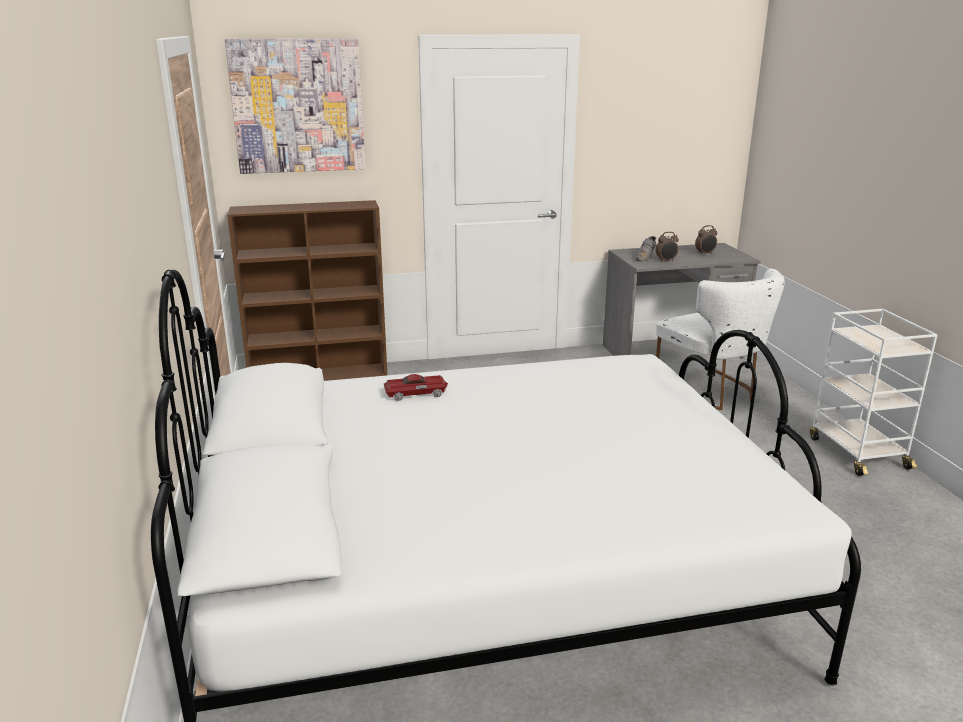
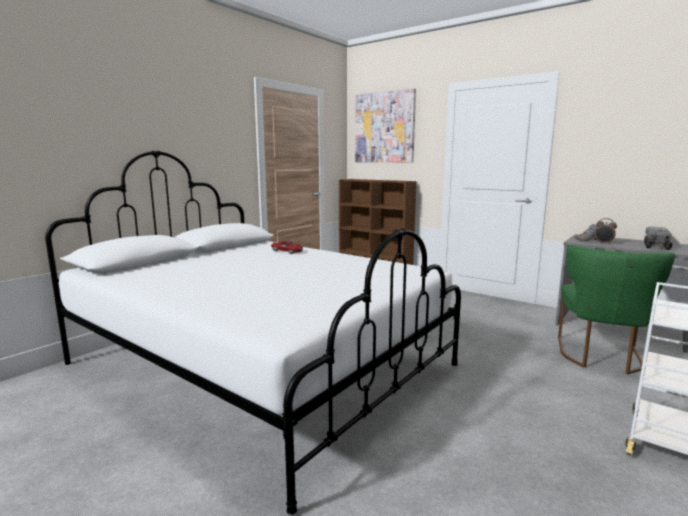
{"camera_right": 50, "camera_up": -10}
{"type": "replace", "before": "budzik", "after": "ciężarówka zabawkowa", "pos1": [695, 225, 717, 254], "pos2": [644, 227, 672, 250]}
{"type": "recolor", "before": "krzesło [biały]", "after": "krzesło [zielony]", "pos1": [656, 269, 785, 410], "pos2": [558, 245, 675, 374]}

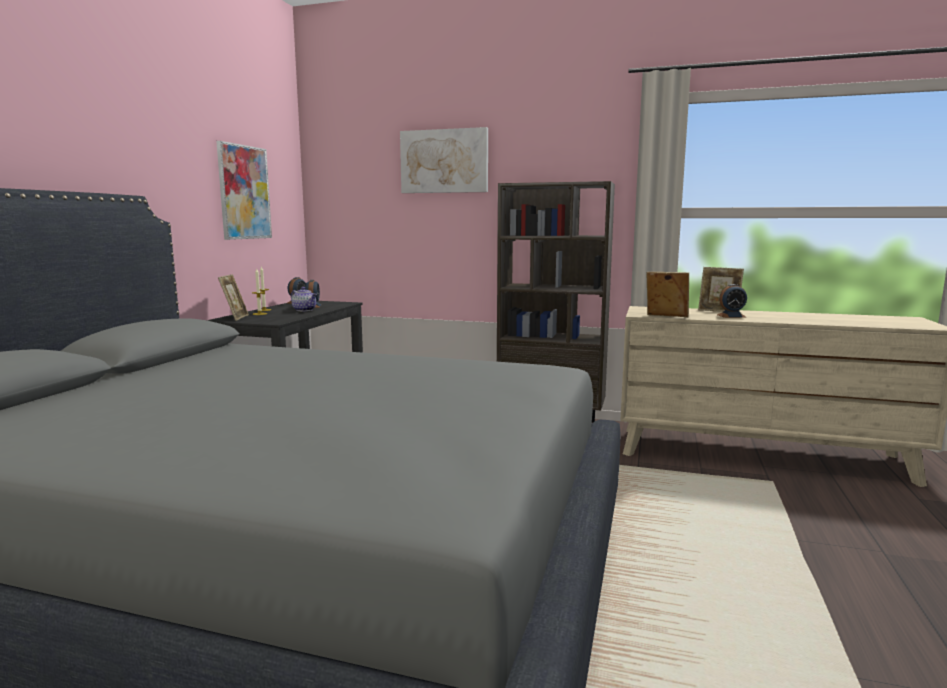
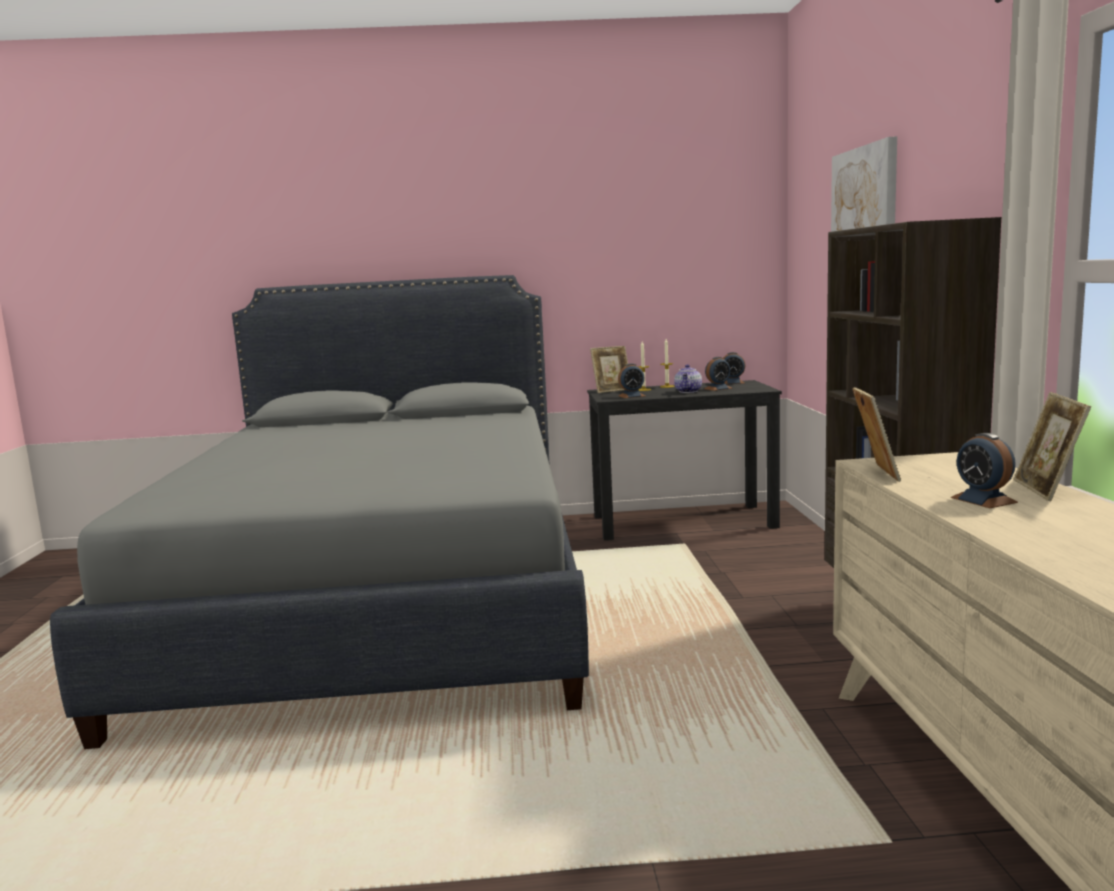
{"camera_right": 70, "camera_up": 0}
{"type": "delete", "before": "obraz", "pos1": [216, 141, 272, 240]}
{"type": "insert", "after": "budzik", "pos2": [618, 363, 645, 398]}

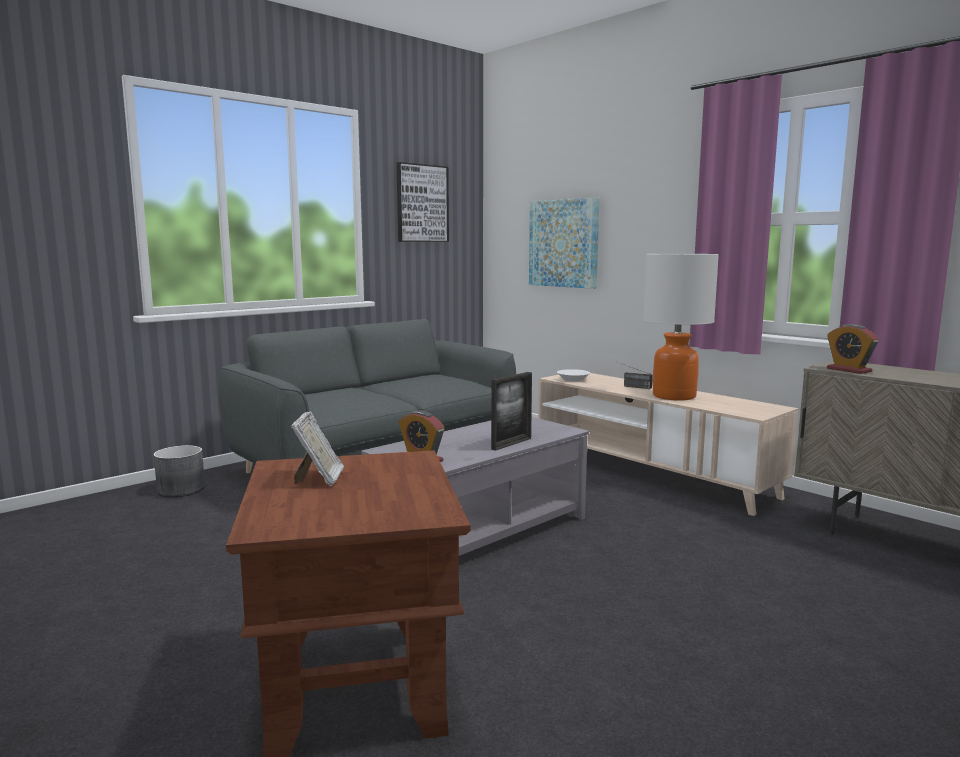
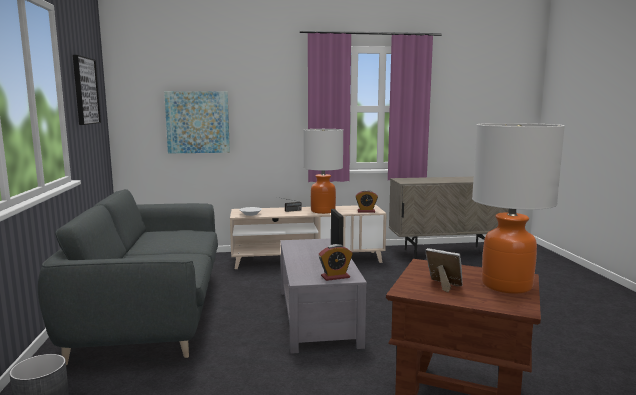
{"camera_right": -55, "camera_up": 0}
{"type": "move", "before": "budzik", "pos1": [827, 324, 879, 374], "pos2": [355, 190, 378, 213]}
{"type": "insert", "after": "lampa stołowa", "pos2": [472, 123, 565, 294]}

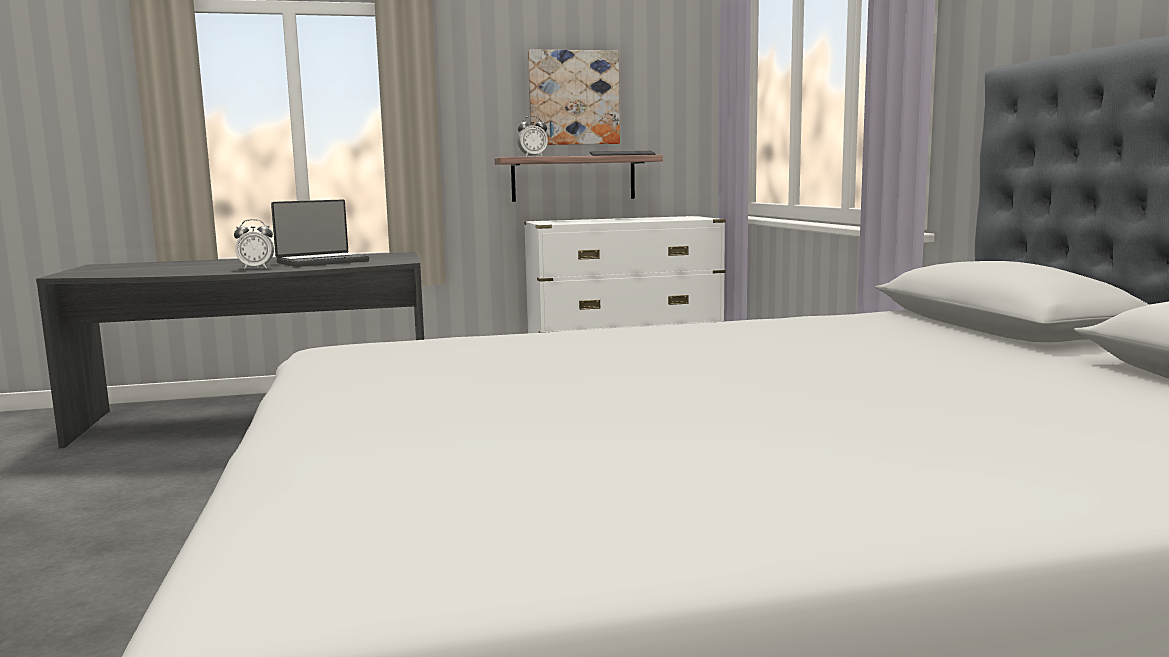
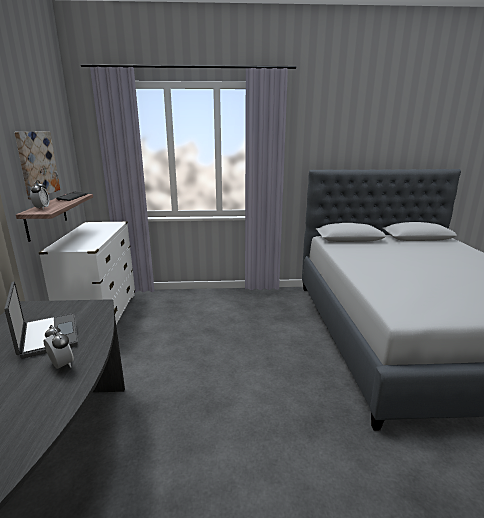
{"camera_right": -80, "camera_up": 10}
{"type": "rotate", "before": "budzik", "pos1": [234, 219, 274, 269], "pos2": [44, 325, 74, 369], "turn": -45}

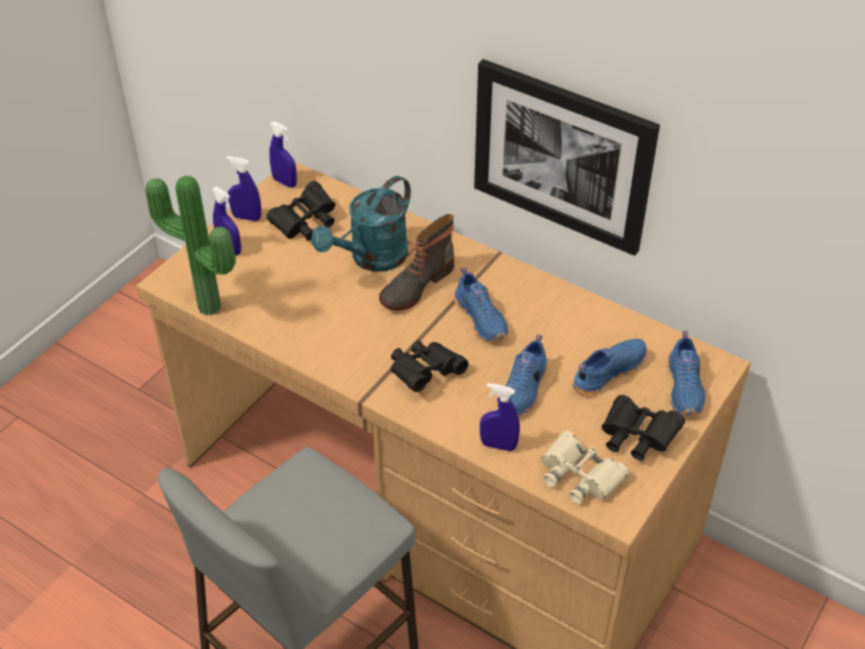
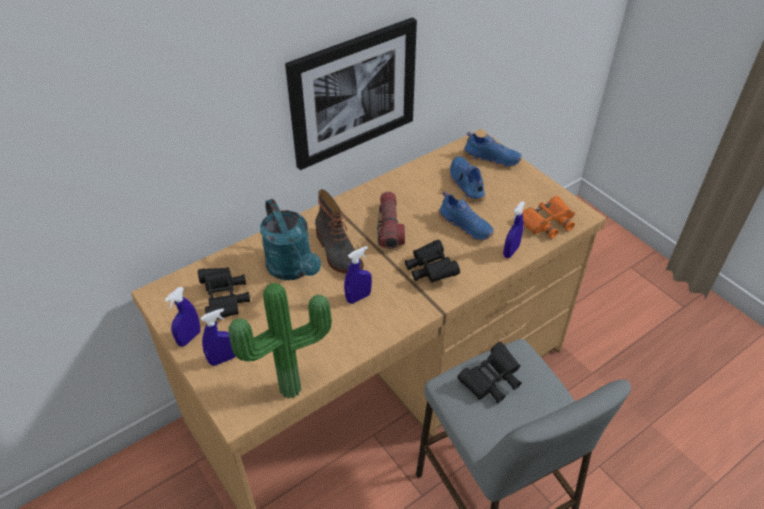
{"camera_right": -70, "camera_up": 0}
{"type": "move", "before": "spryskiwacz [niebieski]", "pos1": [269, 121, 297, 188], "pos2": [344, 246, 372, 304]}
{"type": "replace", "before": "but [niebieski]", "after": "latarka", "pos1": [454, 267, 508, 342], "pos2": [377, 191, 405, 249]}
{"type": "move", "before": "lornetka [czarny]", "pos1": [602, 395, 685, 461], "pos2": [457, 342, 522, 403]}
{"type": "recolor", "before": "lornetka [beżowy]", "after": "lornetka [pomarańczowy]", "pos1": [541, 430, 630, 504], "pos2": [522, 196, 575, 239]}

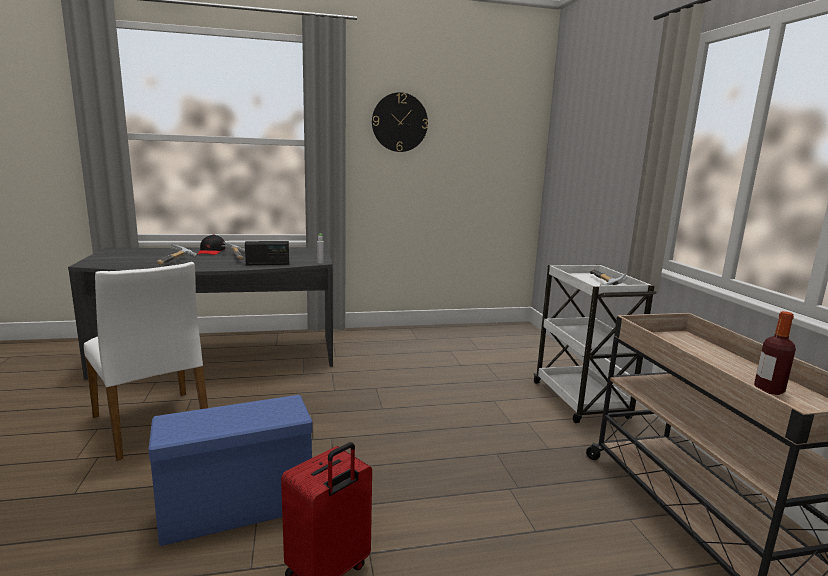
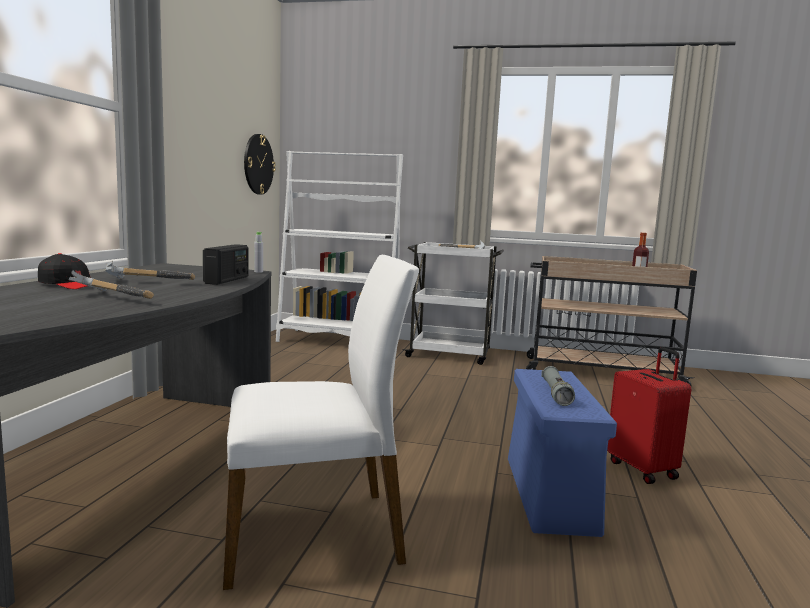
{"camera_right": -65, "camera_up": -5}
{"type": "move", "before": "zegar ścienny", "pos1": [372, 92, 428, 152], "pos2": [244, 134, 275, 195]}
{"type": "insert", "after": "regał [biały]", "pos2": [276, 151, 403, 342]}
{"type": "insert", "after": "latarka [szary]", "pos2": [541, 366, 575, 406]}

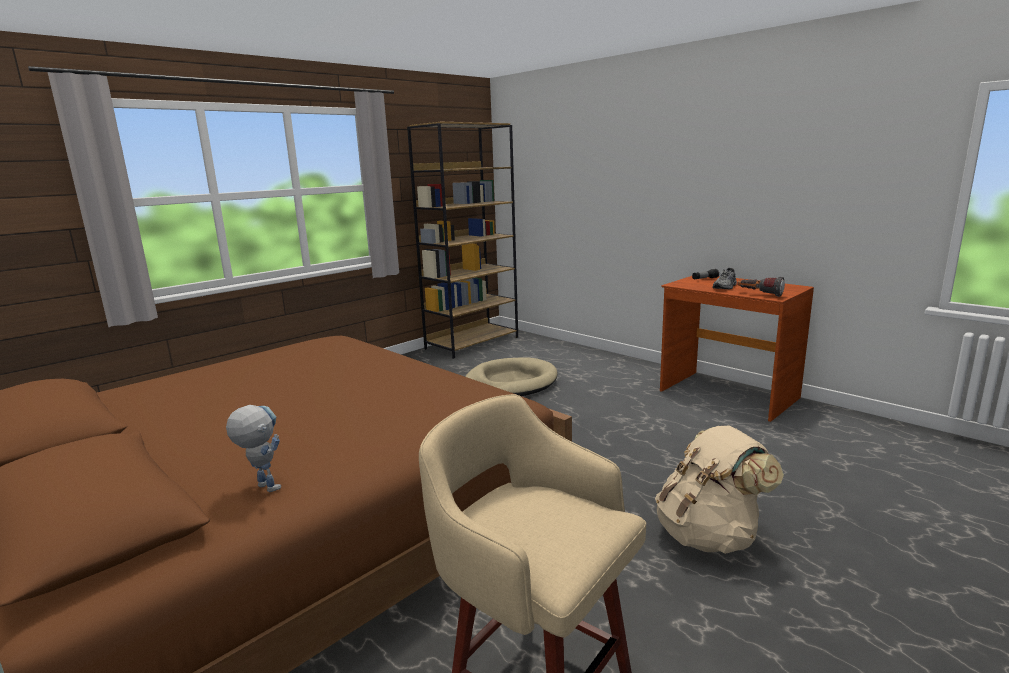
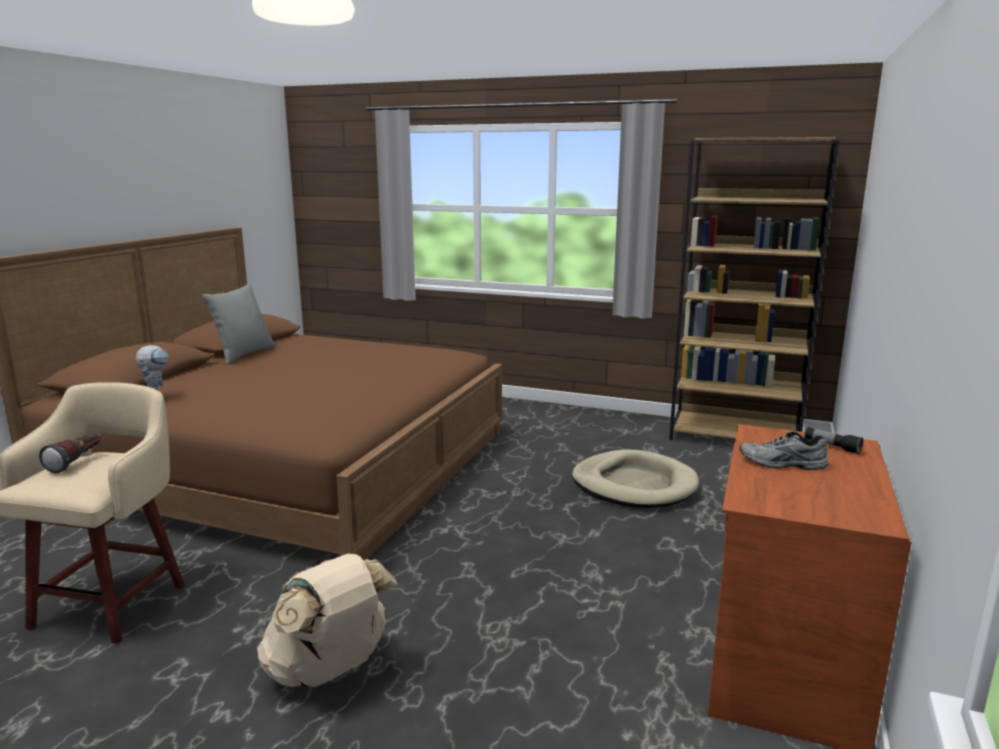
{"camera_right": 65, "camera_up": 0}
{"type": "move", "before": "latarka", "pos1": [738, 277, 785, 297], "pos2": [39, 433, 102, 473]}
{"type": "insert", "after": "poduszka [szary]", "pos2": [202, 284, 275, 365]}

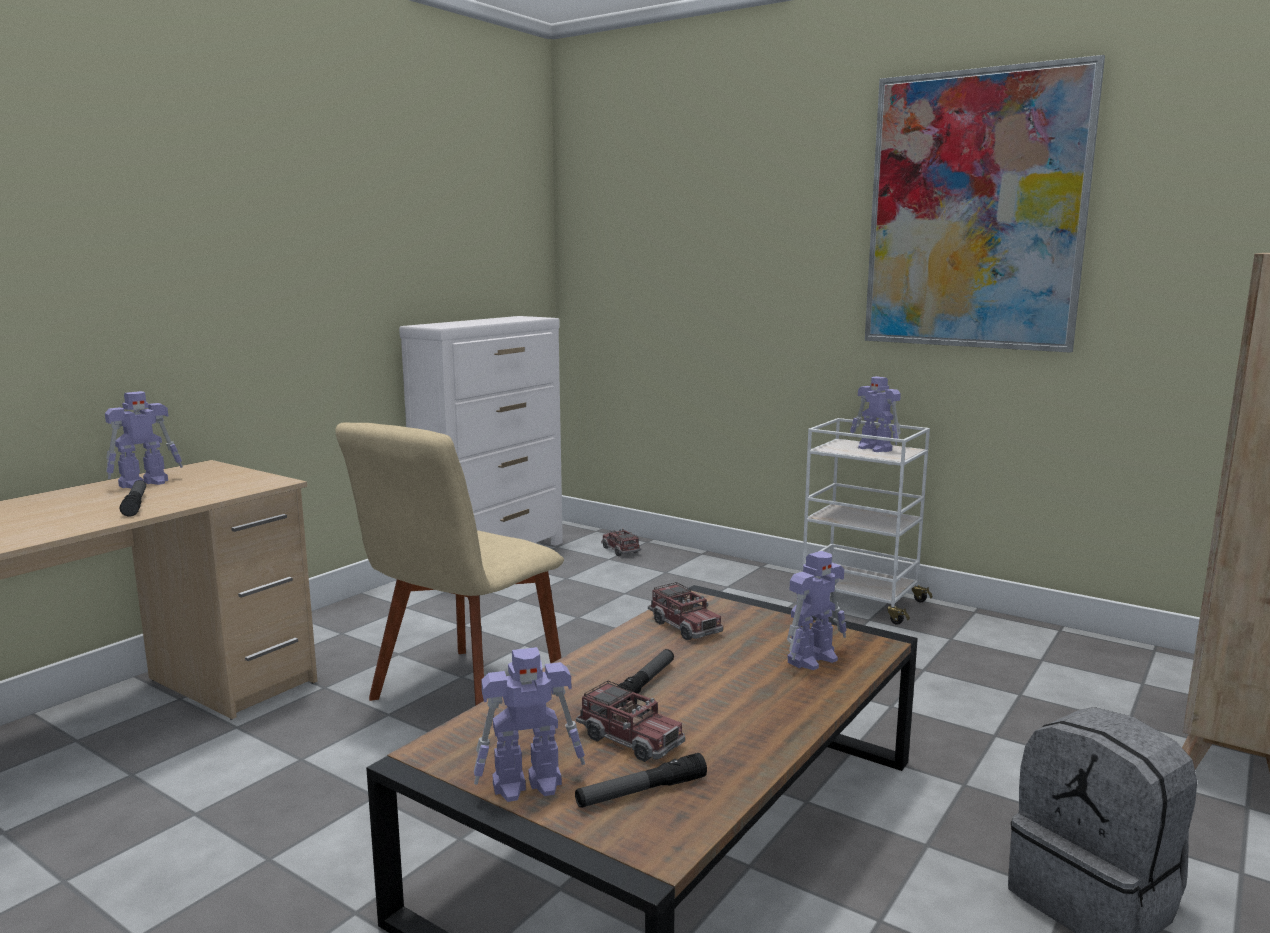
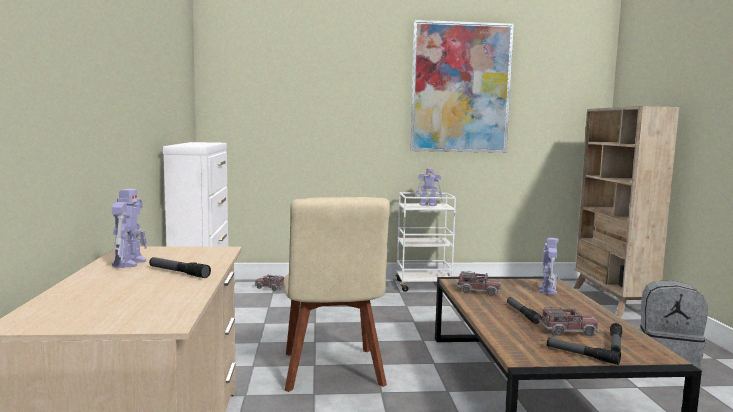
{"camera_right": -40, "camera_up": -5}
{"type": "replace", "before": "robot zabawkowy", "after": "latarka", "pos1": [474, 647, 585, 802], "pos2": [547, 338, 621, 365]}

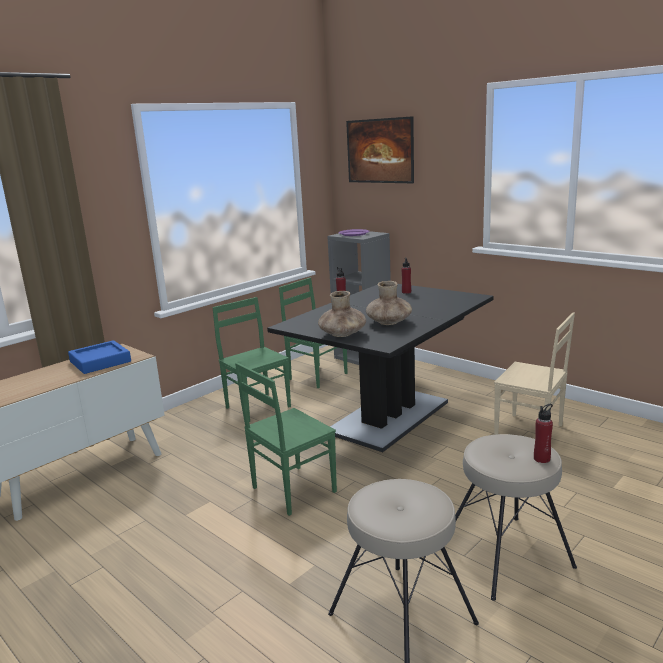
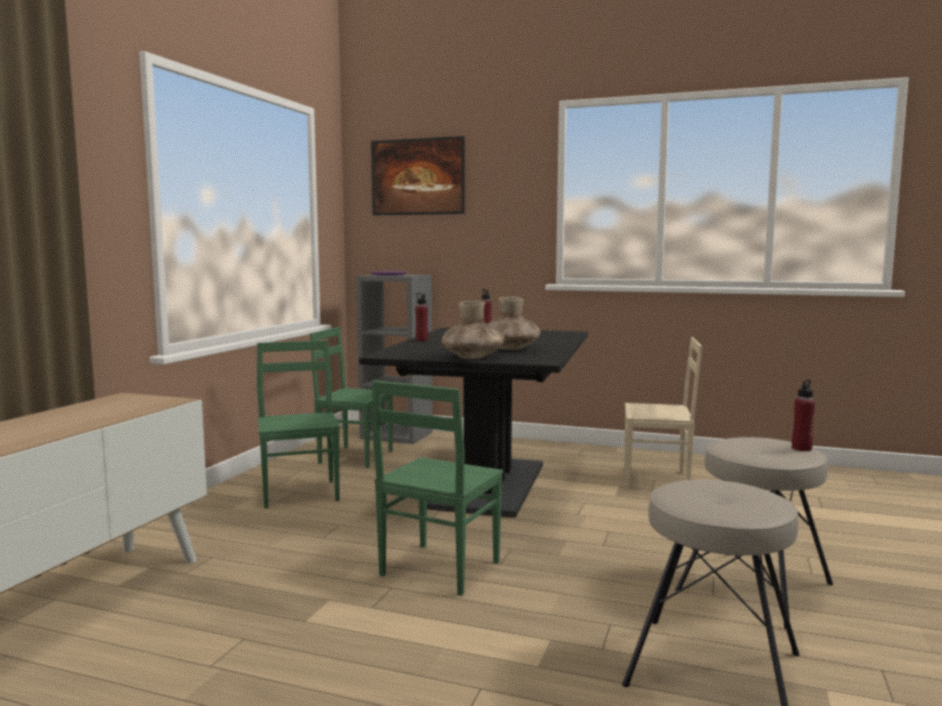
{"camera_right": -25, "camera_up": -10}
{"type": "rotate", "before": "krzesło [zielony]", "pos1": [212, 297, 291, 422], "pos2": [257, 340, 340, 508], "turn": 45}
{"type": "delete", "before": "taca [niebieski]", "pos1": [68, 340, 131, 374]}

